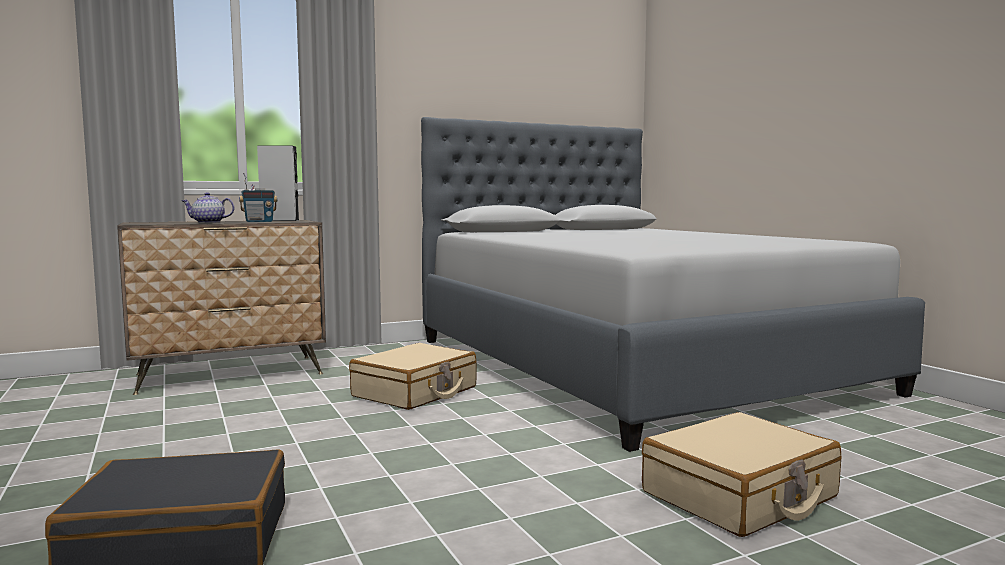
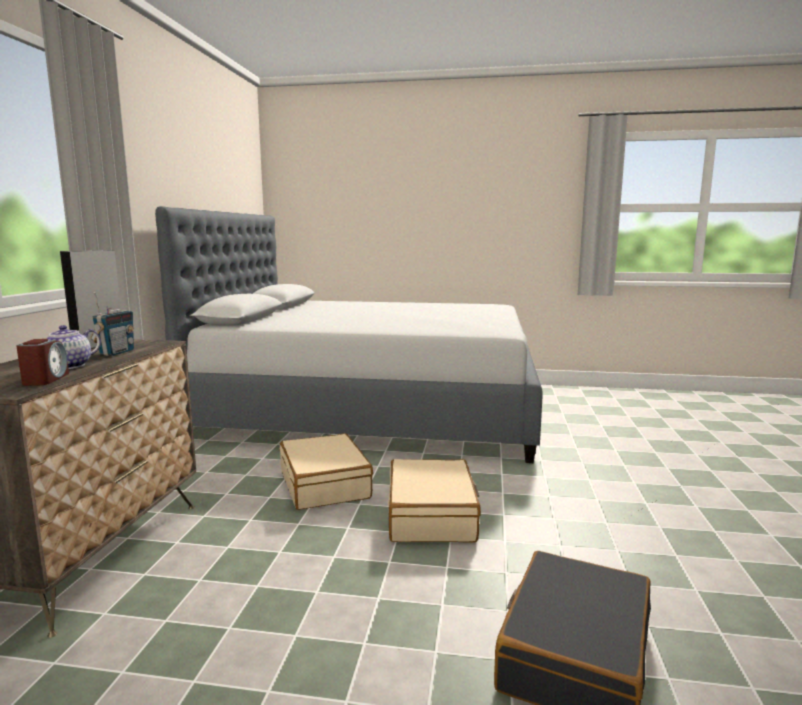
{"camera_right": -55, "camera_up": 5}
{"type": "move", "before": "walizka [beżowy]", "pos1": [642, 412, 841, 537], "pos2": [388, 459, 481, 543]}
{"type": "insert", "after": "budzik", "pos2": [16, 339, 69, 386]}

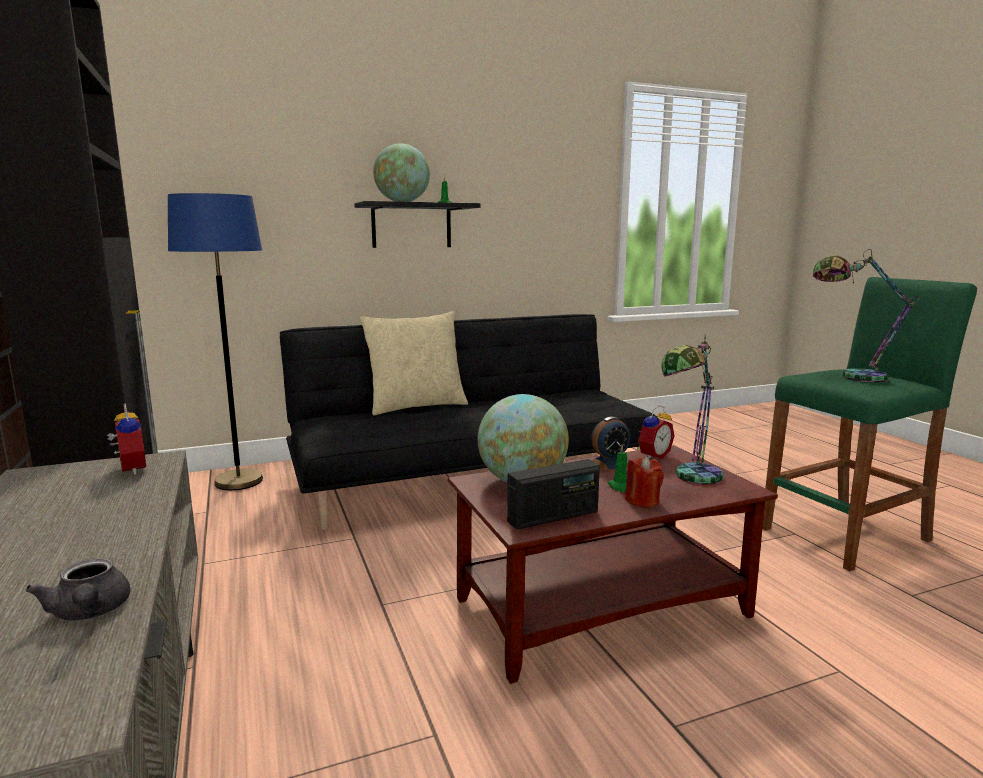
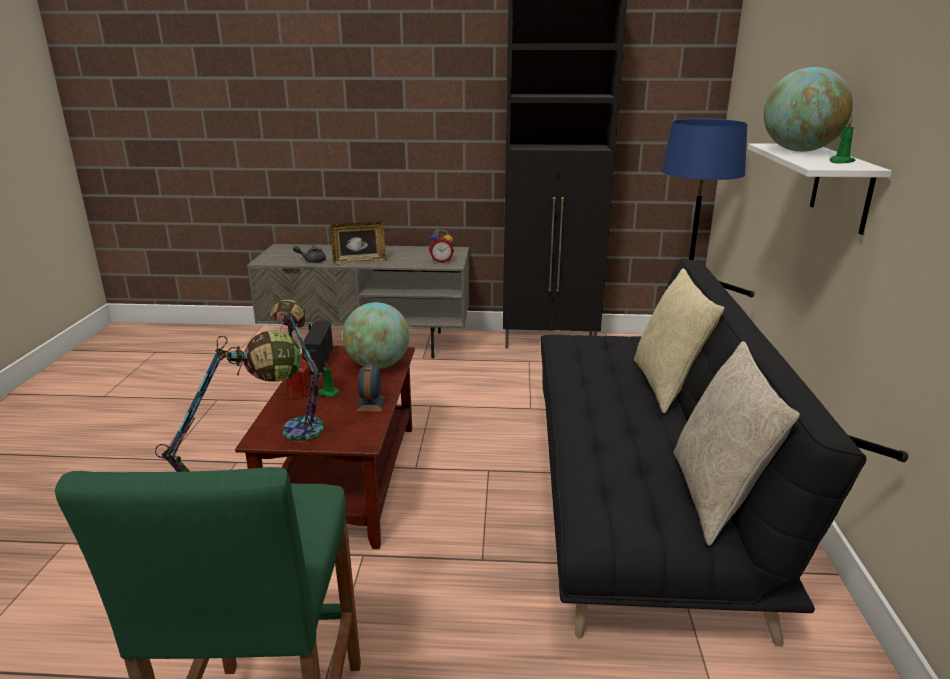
{"camera_right": 115, "camera_up": 10}
{"type": "recolor", "before": "półka [czarny]", "after": "półka [biały]", "pos1": [354, 201, 481, 248], "pos2": [748, 143, 892, 235]}
{"type": "delete", "before": "budzik", "pos1": [638, 406, 674, 459]}
{"type": "insert", "after": "ramka na zdjęcie", "pos2": [330, 221, 386, 264]}
{"type": "insert", "after": "poduszka [beżowy]", "pos2": [674, 341, 800, 546]}

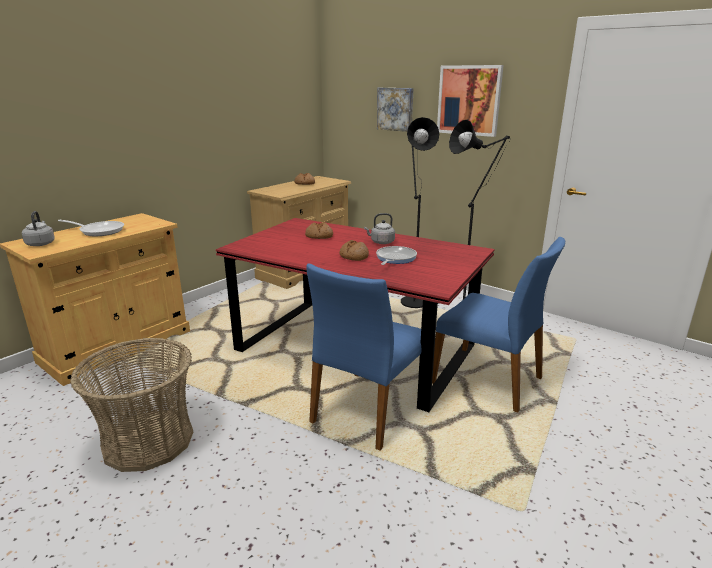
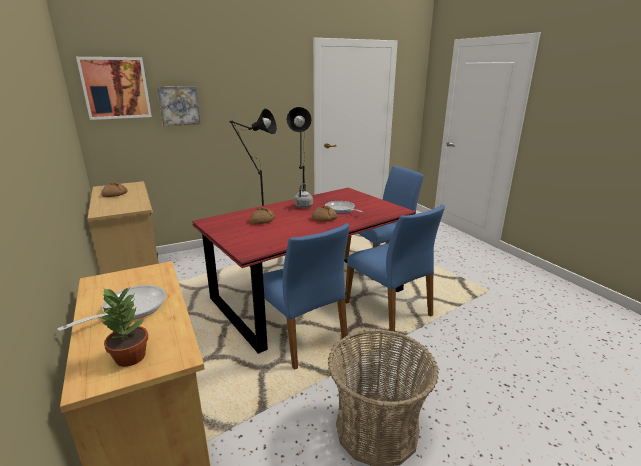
{"camera_right": -65, "camera_up": 0}
{"type": "move", "before": "obraz", "pos1": [437, 65, 504, 137], "pos2": [76, 57, 152, 120]}
{"type": "replace", "before": "czajnik [szary]", "after": "roślina doniczkowa", "pos1": [22, 211, 55, 246], "pos2": [100, 286, 148, 367]}
{"type": "insert", "after": "krzesło [niebieski]", "pos2": [254, 223, 349, 370]}

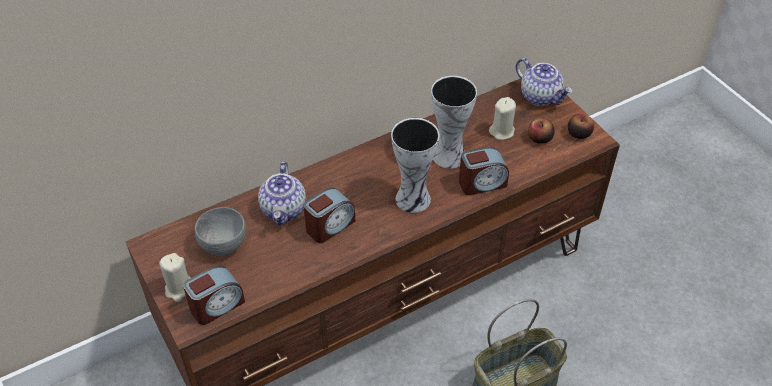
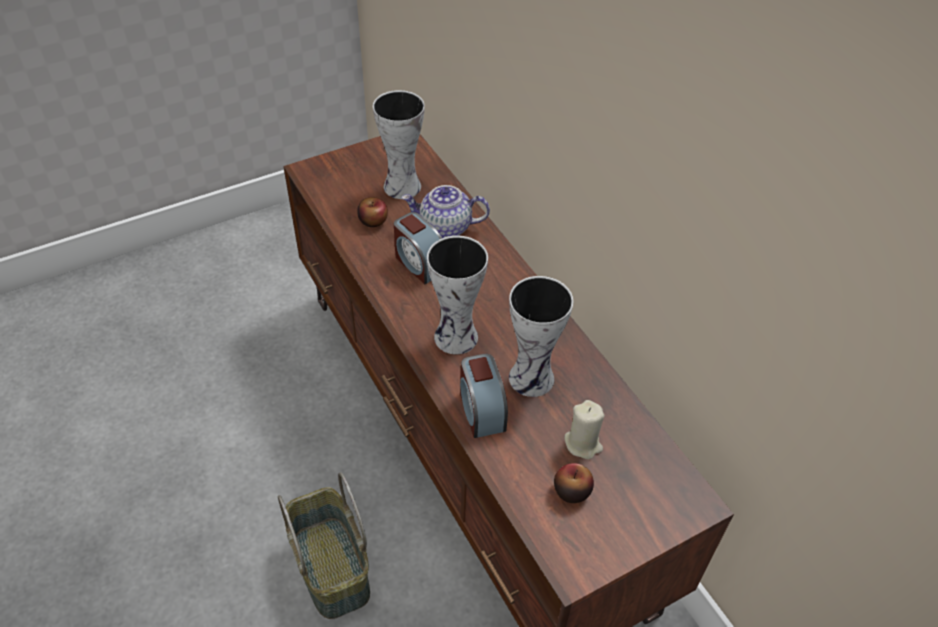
{"camera_right": 90, "camera_up": 0}
{"type": "delete", "before": "imbryk", "pos1": [516, 58, 572, 106]}
{"type": "move", "before": "jabłko", "pos1": [568, 114, 594, 139], "pos2": [357, 197, 388, 227]}
{"type": "replace", "before": "miska [szary]", "after": "wazon", "pos1": [195, 207, 246, 256], "pos2": [373, 90, 425, 199]}
{"type": "delete", "before": "świeca [beżowy]", "pos1": [159, 253, 191, 302]}
{"type": "delete", "before": "budzik", "pos1": [183, 266, 245, 325]}

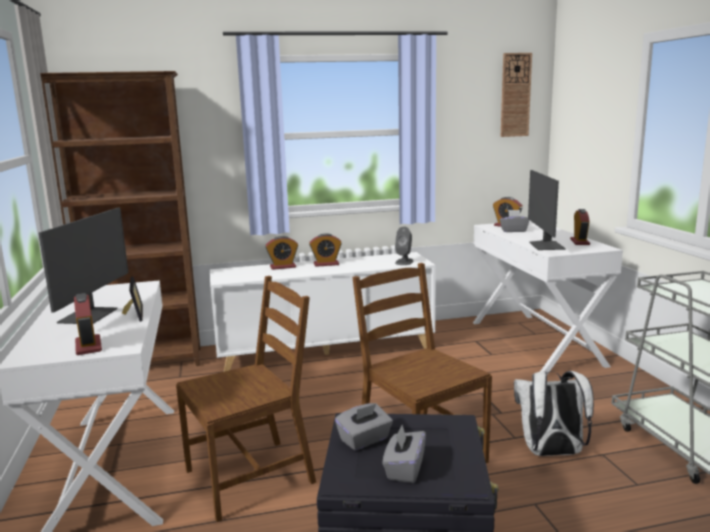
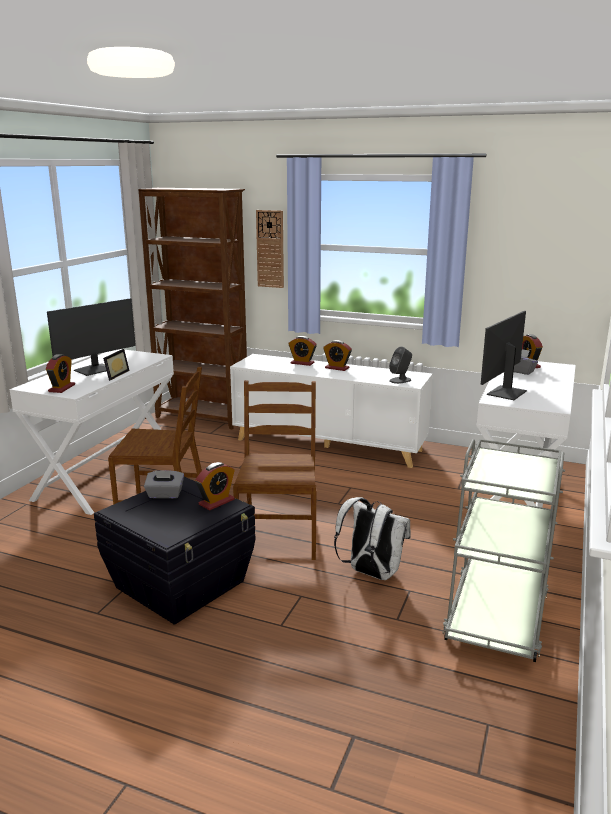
{"camera_right": 35, "camera_up": 5}
{"type": "move", "before": "zegar ścienny", "pos1": [501, 53, 532, 137], "pos2": [256, 210, 284, 288]}
{"type": "move", "before": "budzik", "pos1": [570, 209, 590, 245], "pos2": [195, 462, 235, 510]}
{"type": "delete", "before": "pudełko chusteczek [szary]", "pos1": [382, 425, 426, 483]}

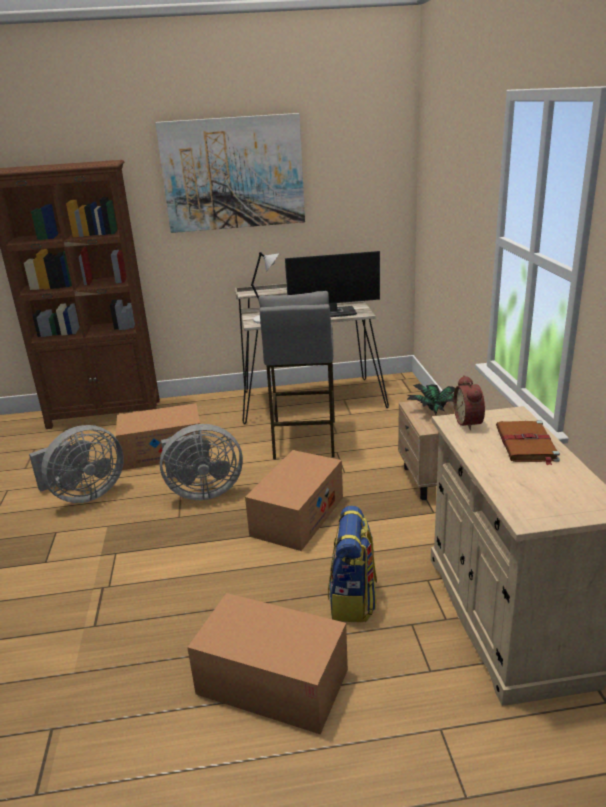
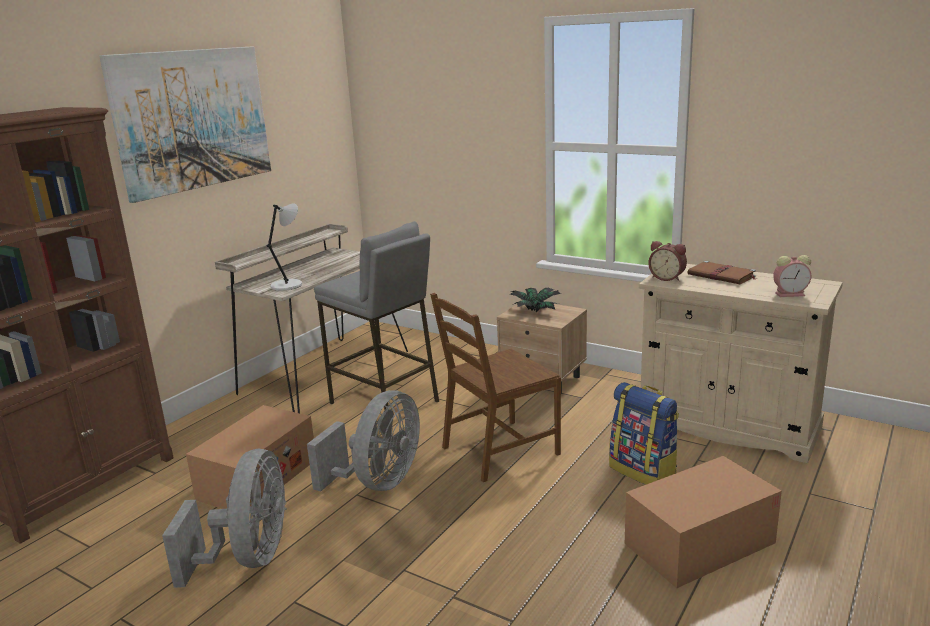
{"camera_right": -50, "camera_up": -5}
{"type": "delete", "before": "monitor", "pos1": [285, 251, 380, 317]}
{"type": "replace", "before": "karton", "after": "krzesło [brązowy]", "pos1": [245, 450, 343, 551], "pos2": [430, 293, 561, 482]}
{"type": "insert", "after": "budzik", "pos2": [773, 255, 811, 297]}

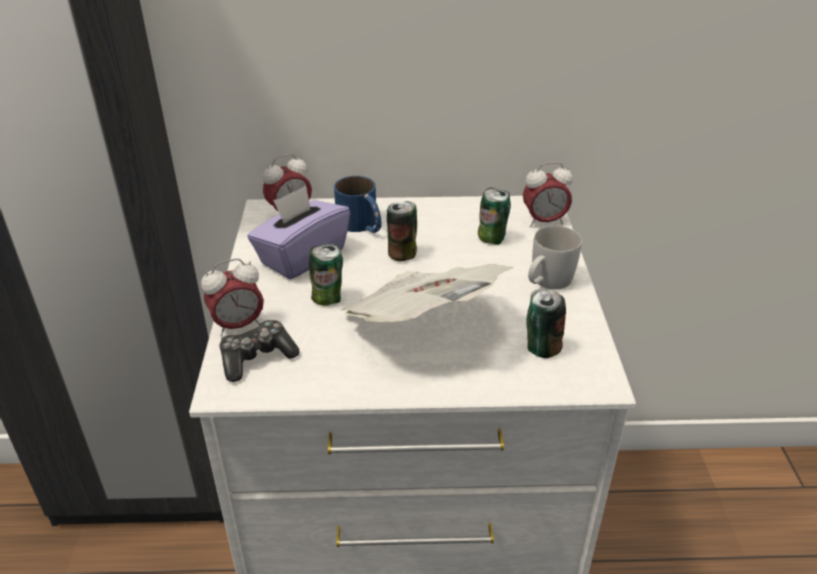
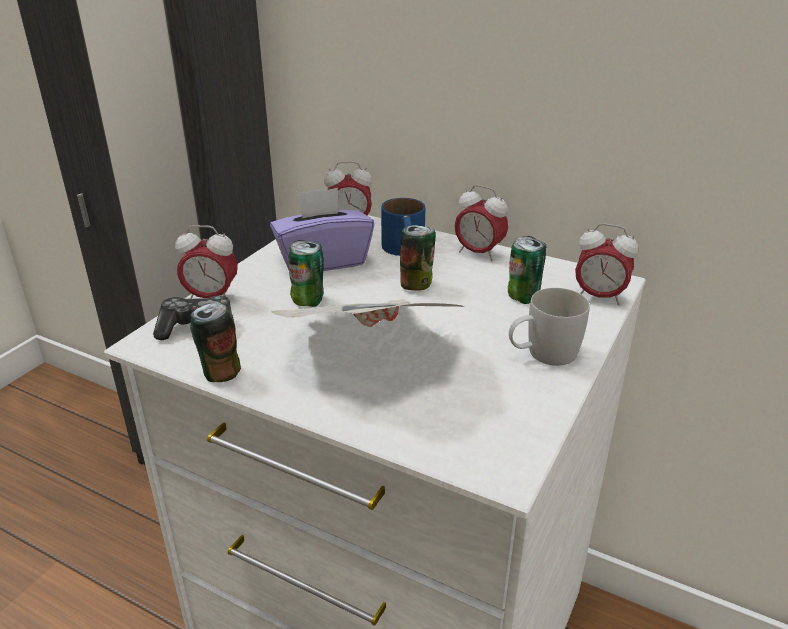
{"camera_right": 30, "camera_up": -5}
{"type": "move", "before": "puszka", "pos1": [526, 289, 566, 358], "pos2": [190, 301, 241, 382]}
{"type": "insert", "after": "budzik", "pos2": [454, 185, 508, 261]}

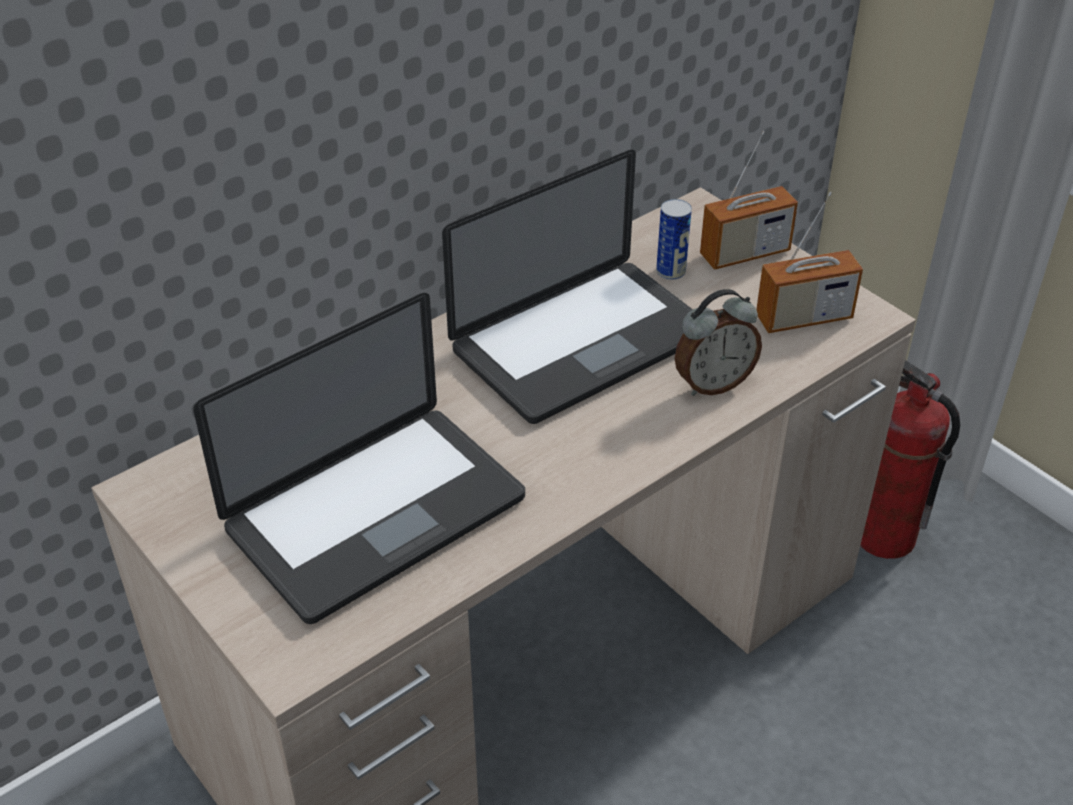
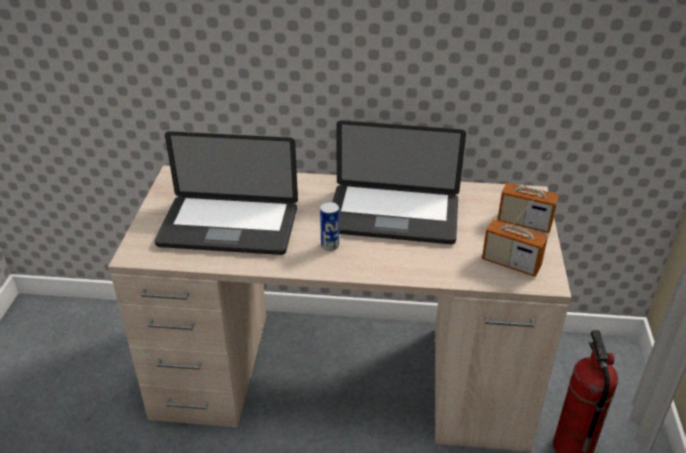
{"camera_right": 45, "camera_up": -5}
{"type": "move", "before": "puszka", "pos1": [656, 199, 692, 280], "pos2": [320, 202, 339, 251]}
{"type": "delete", "before": "budzik", "pos1": [675, 289, 762, 396]}

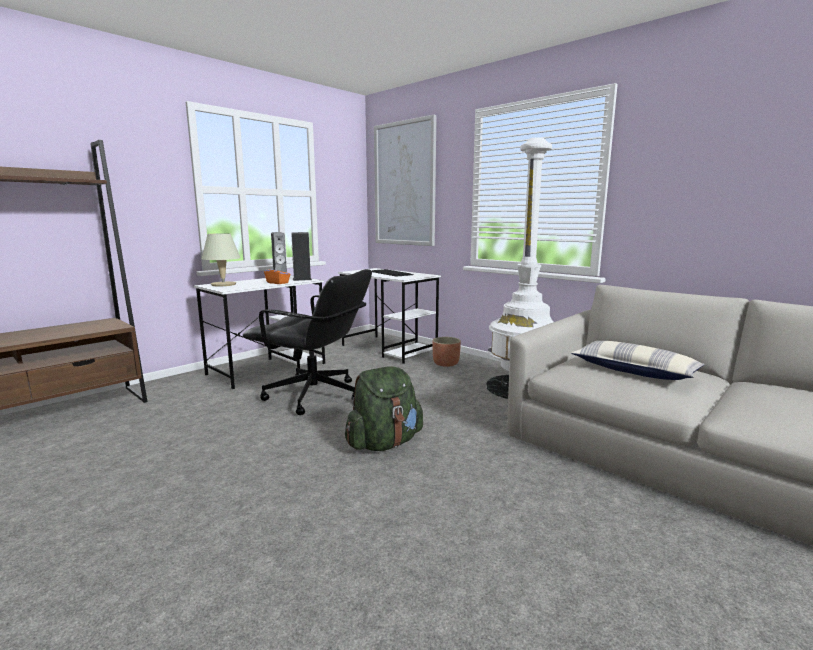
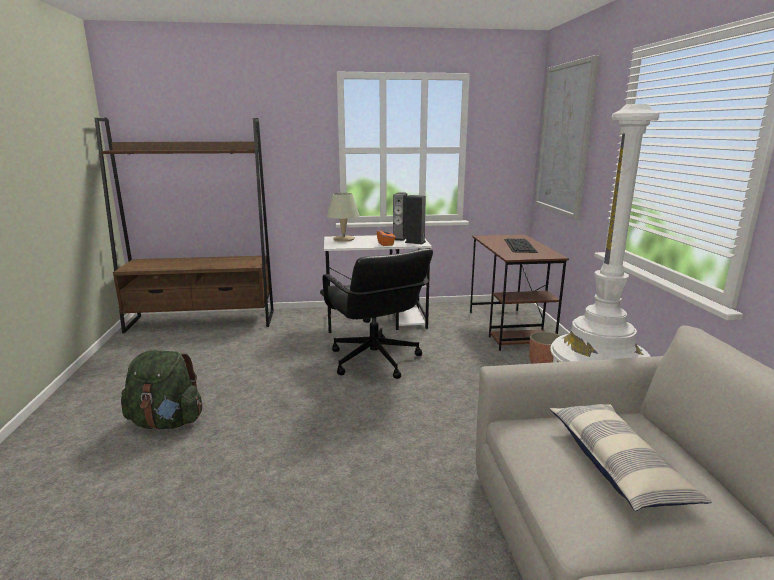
{"camera_right": 40, "camera_up": 5}
{"type": "recolor", "before": "biurko [biały]", "after": "biurko [brązowy]", "pos1": [338, 268, 441, 364], "pos2": [470, 234, 569, 351]}
{"type": "move", "before": "plecak [zielony]", "pos1": [345, 366, 423, 451], "pos2": [121, 350, 202, 430]}

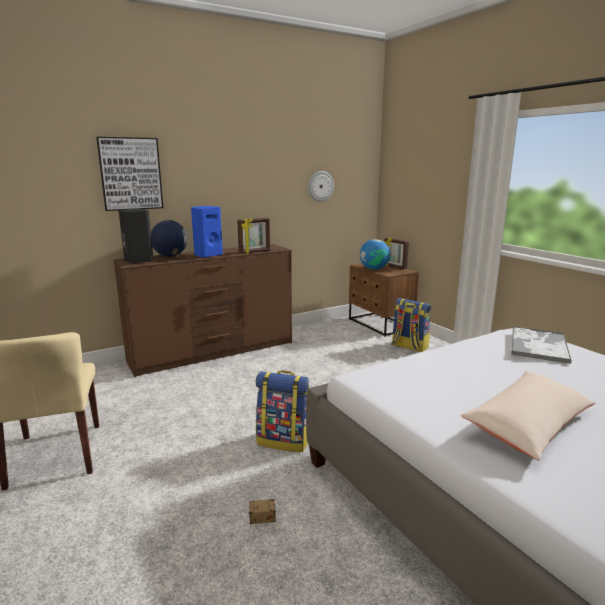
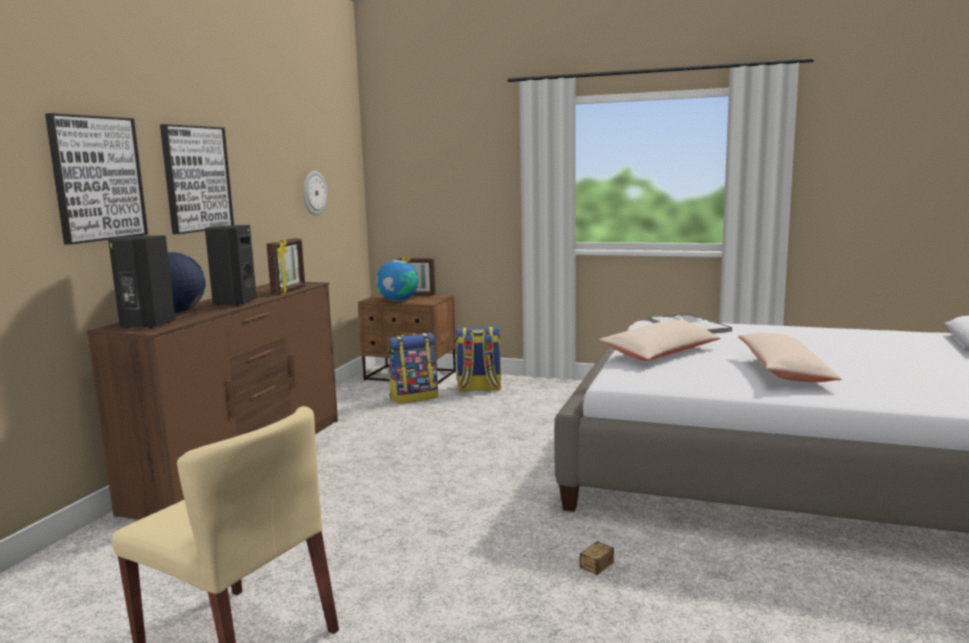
{"camera_right": -40, "camera_up": -5}
{"type": "recolor", "before": "głośnik [niebieski]", "after": "głośnik [czarny]", "pos1": [191, 206, 223, 258], "pos2": [205, 225, 257, 306]}
{"type": "move", "before": "plecak", "pos1": [256, 370, 310, 452], "pos2": [388, 333, 438, 404]}
{"type": "insert", "after": "obraz", "pos2": [160, 124, 234, 234]}
{"type": "insert", "after": "poduszka [beżowy]", "pos2": [600, 320, 721, 361]}

